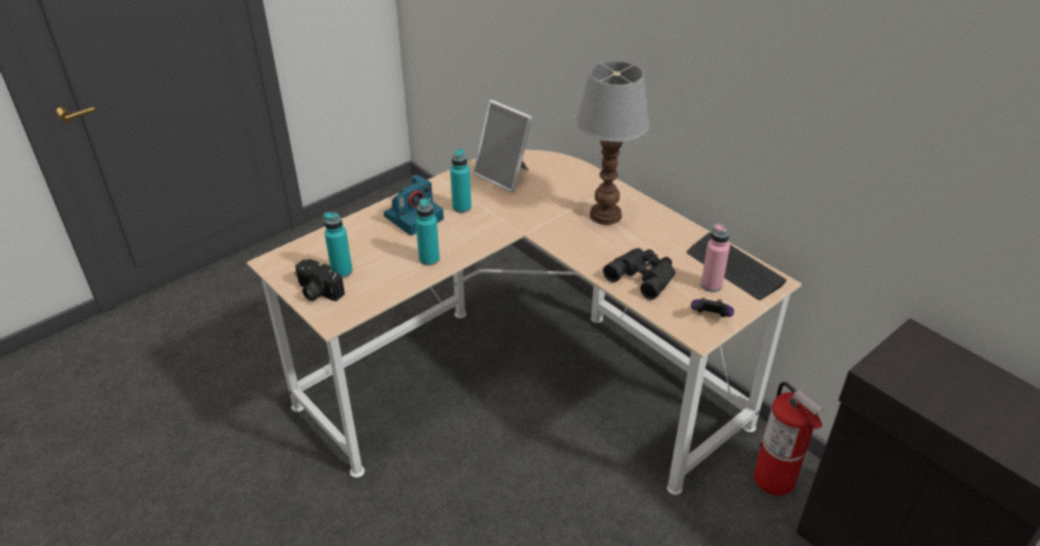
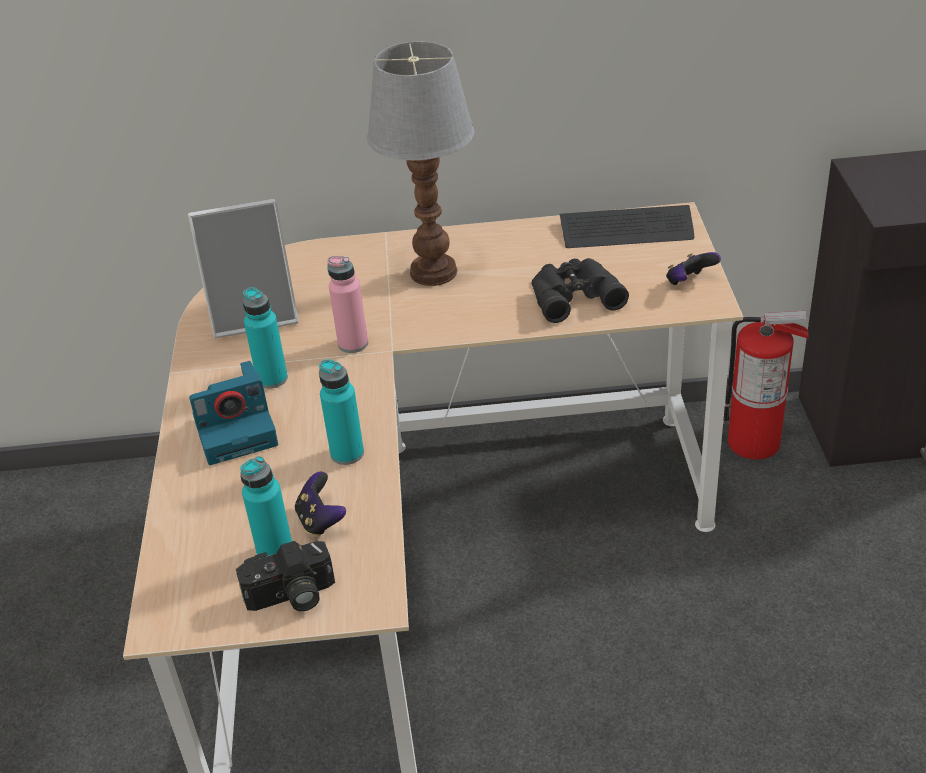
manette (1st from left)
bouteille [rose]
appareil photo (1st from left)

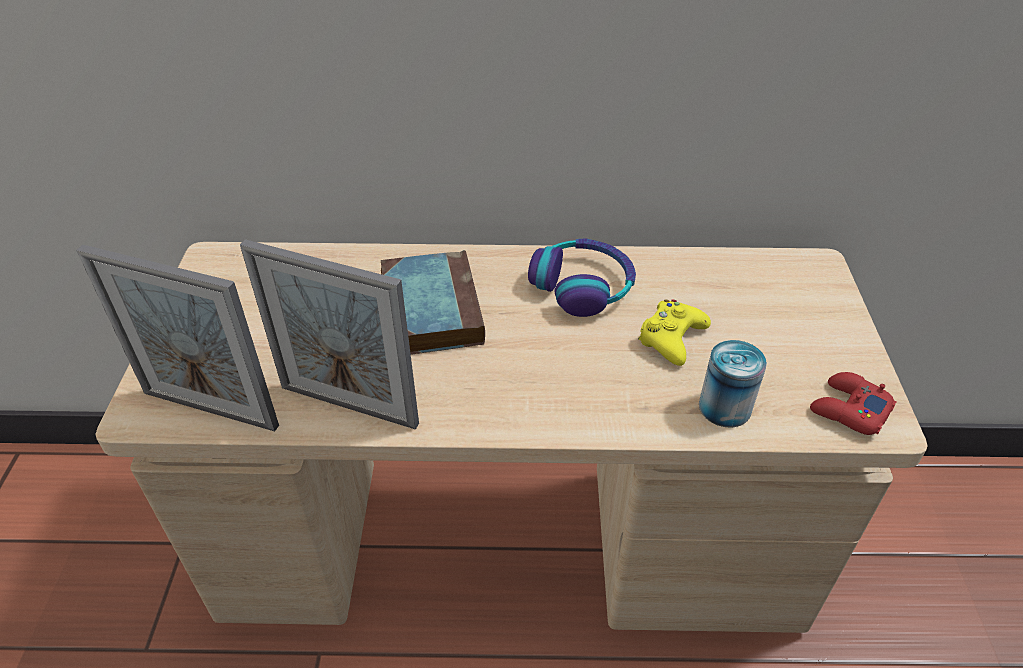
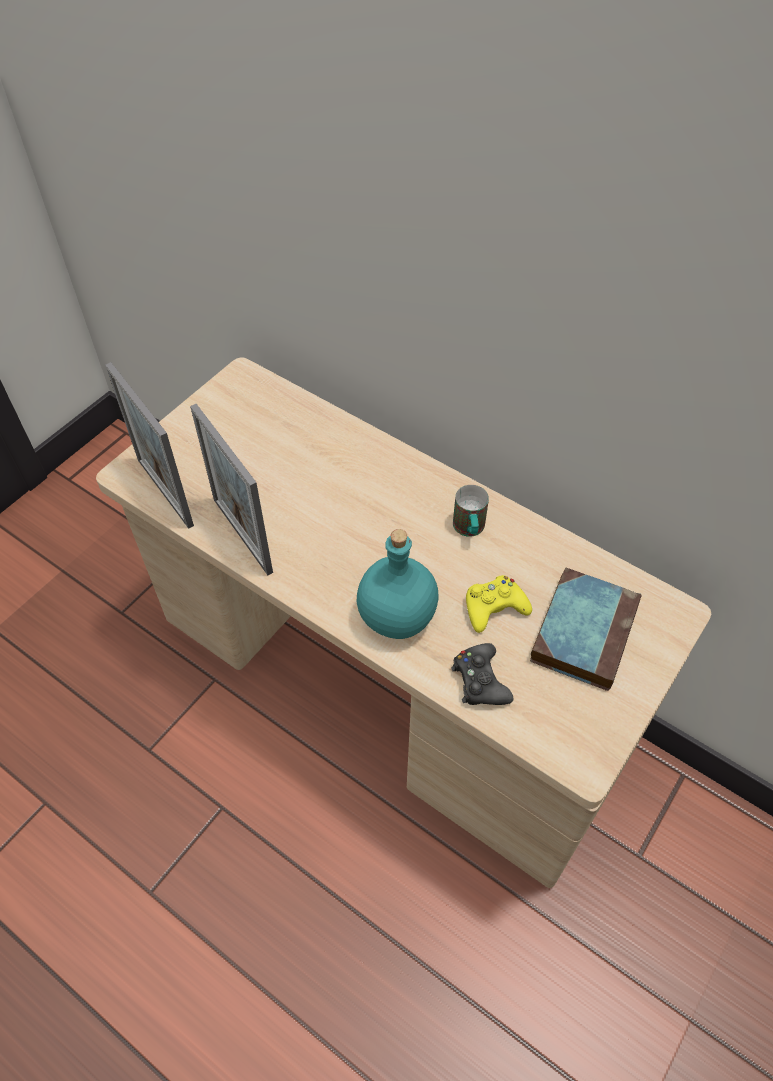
manette [rouge]
bouteille [turquoise]
livre
mug
manette [noir]

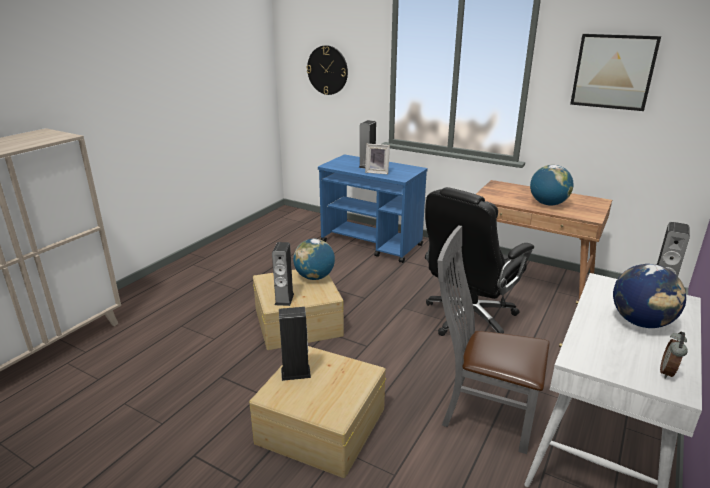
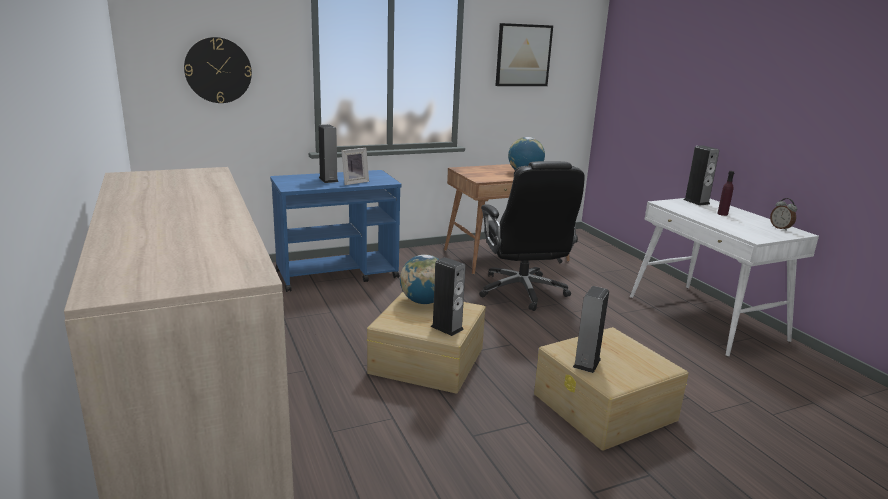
chaise [gris]
bouteille [violet]

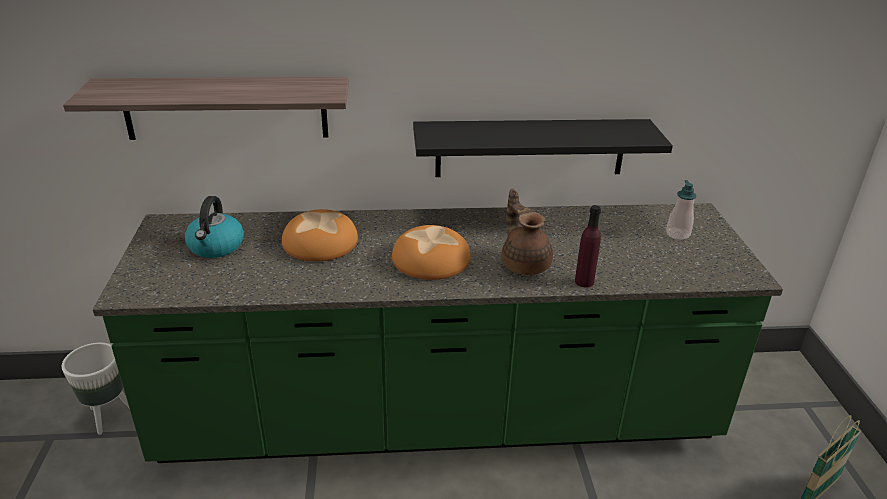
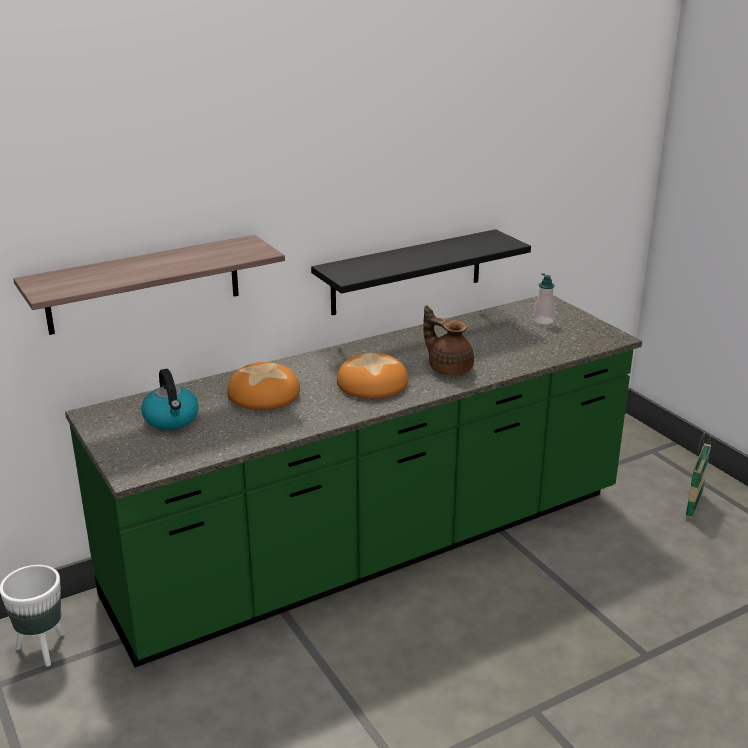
bouteille [violet]

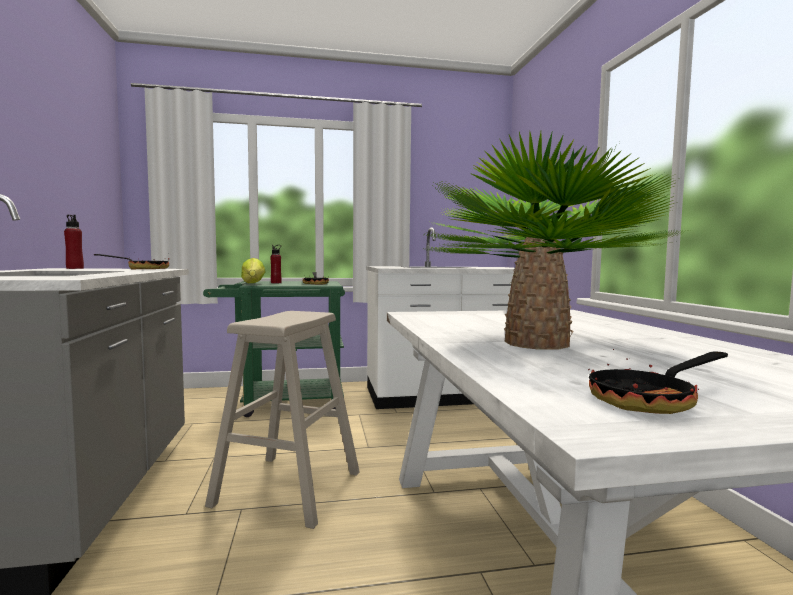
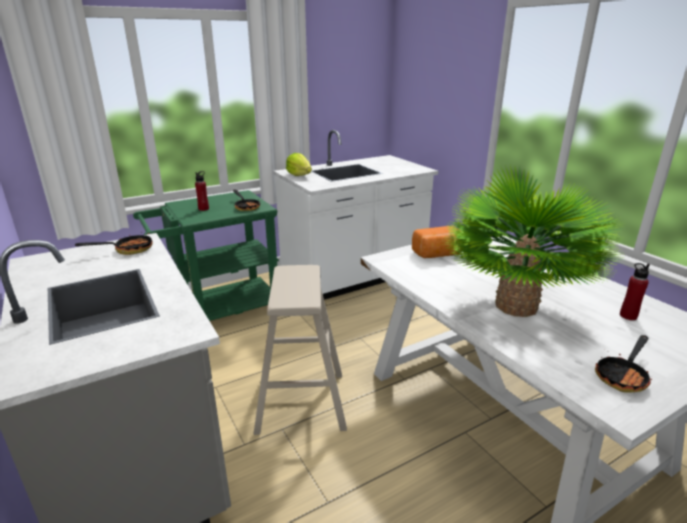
pain
bouteille [rouge] (2nd from left)
laitue

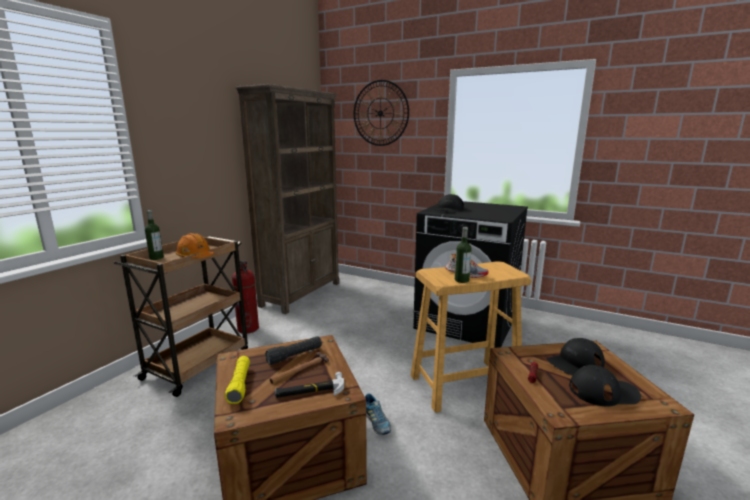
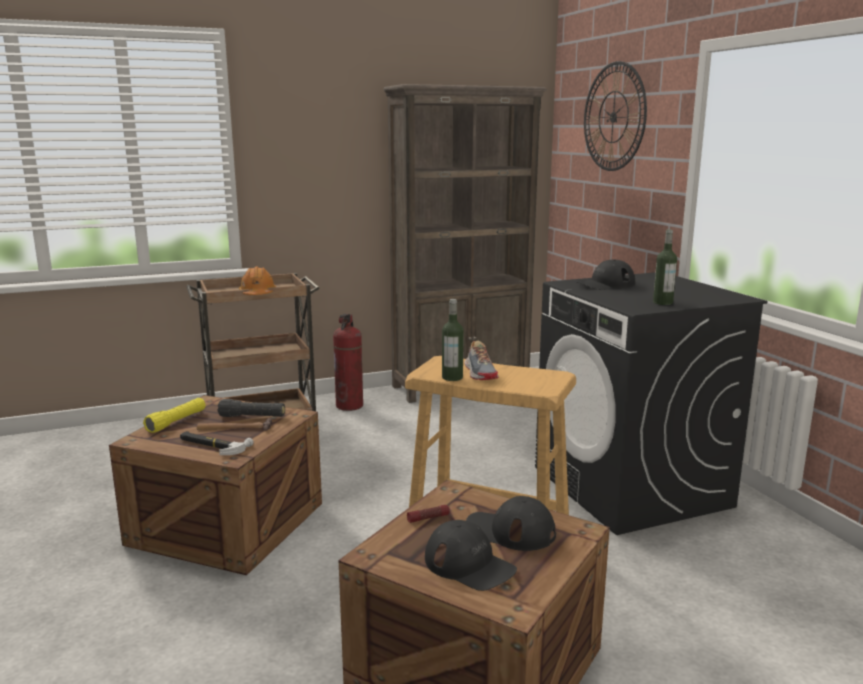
chaussure (1st from left in the first image)
bouteille (2nd from left)

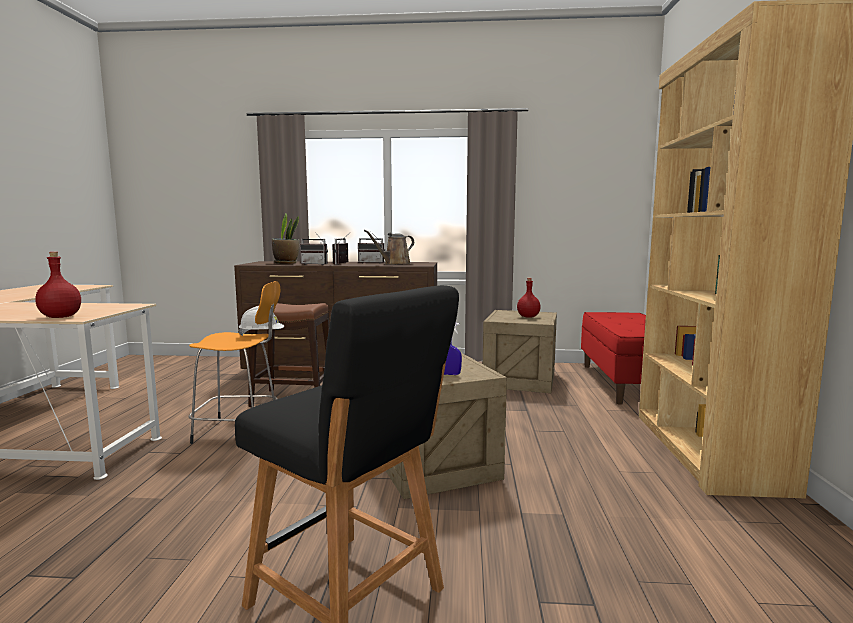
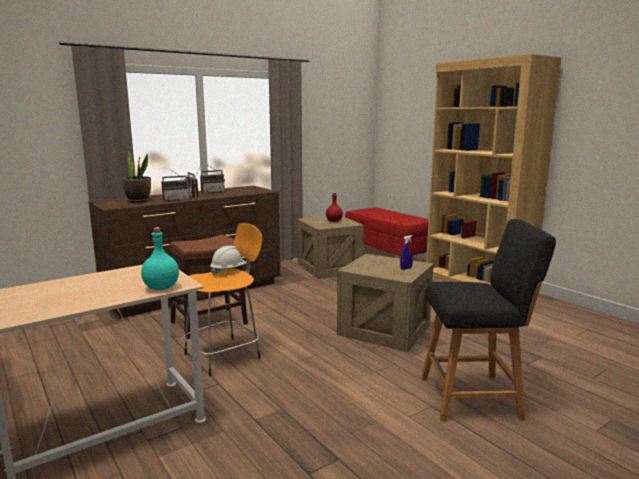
arrosoir [marron]
bouteille [turquoise]

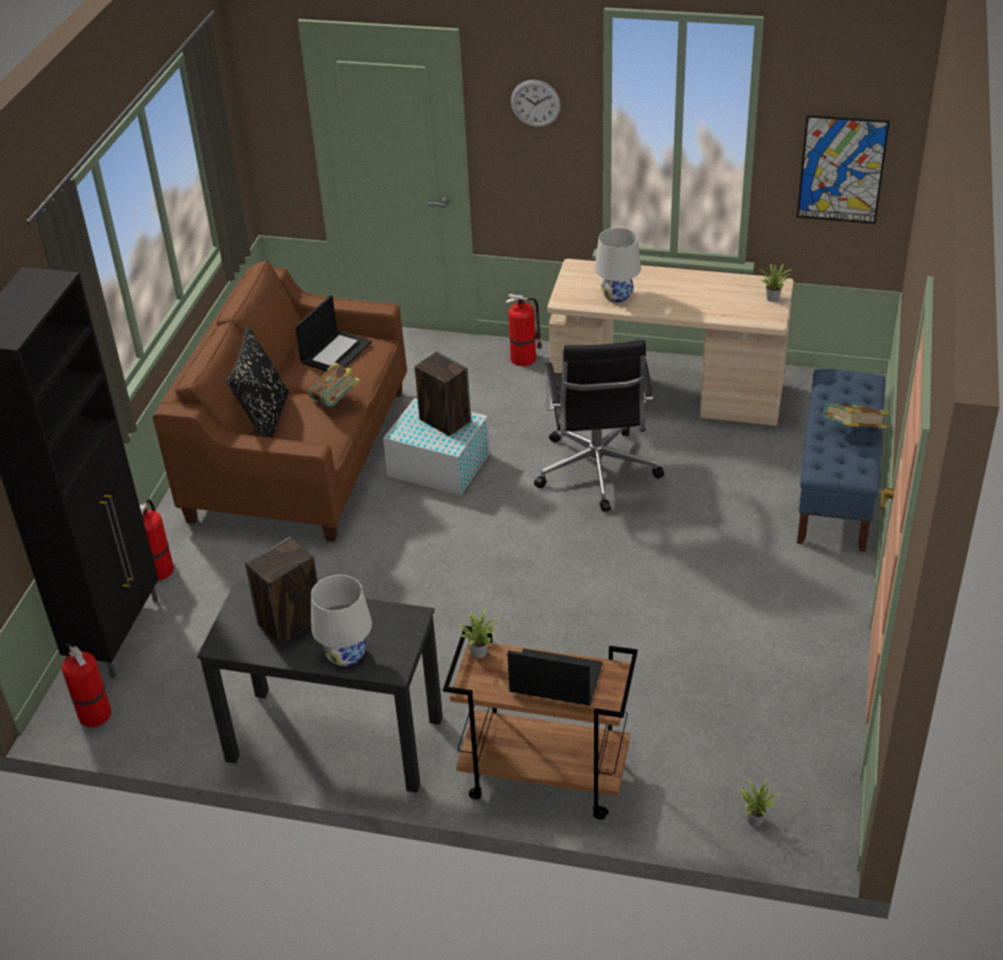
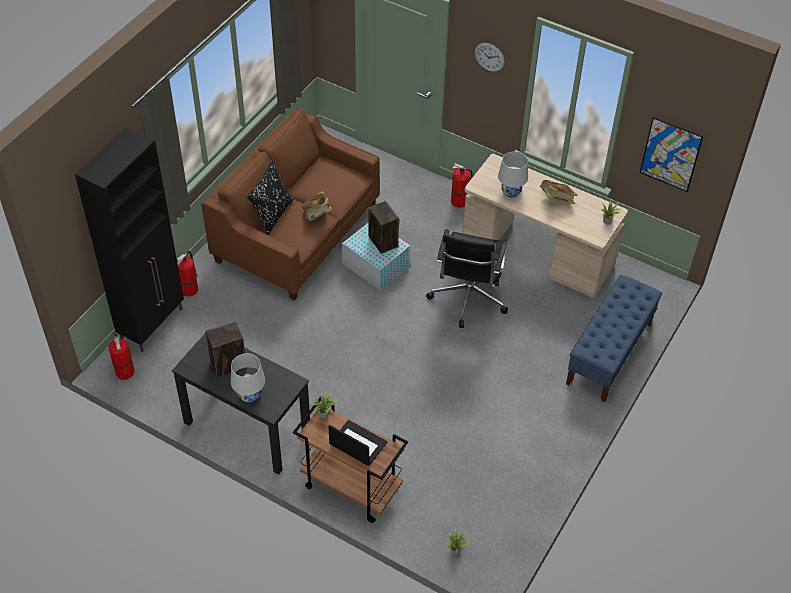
ordinateur portable (1st from left in the first image)
livre (2nd from left)

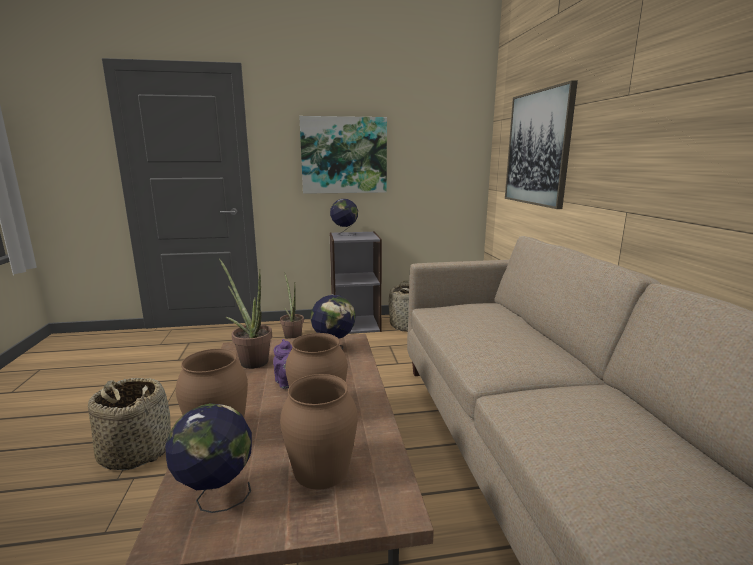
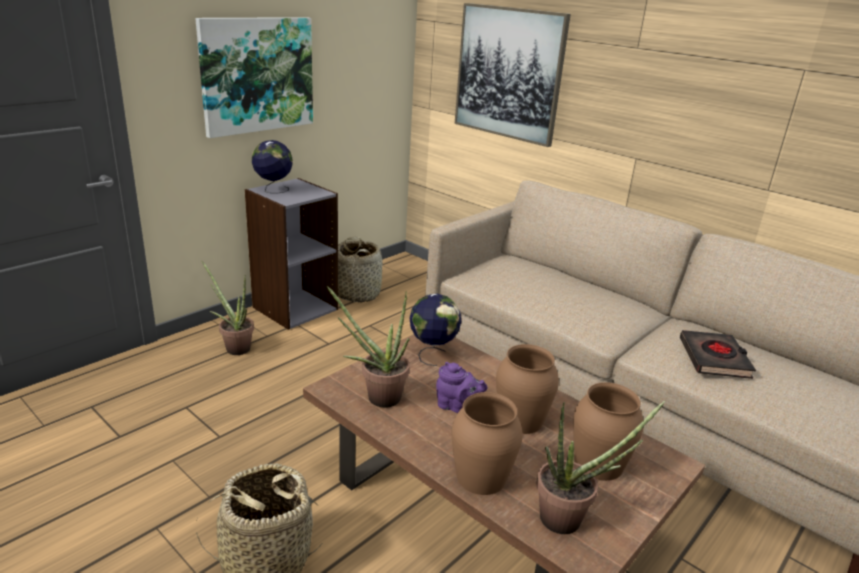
livre [noir]
plante en pot (3rd from left)

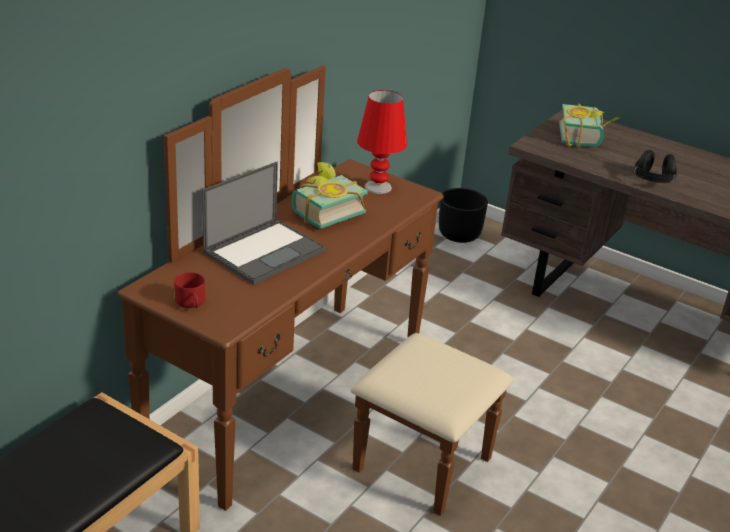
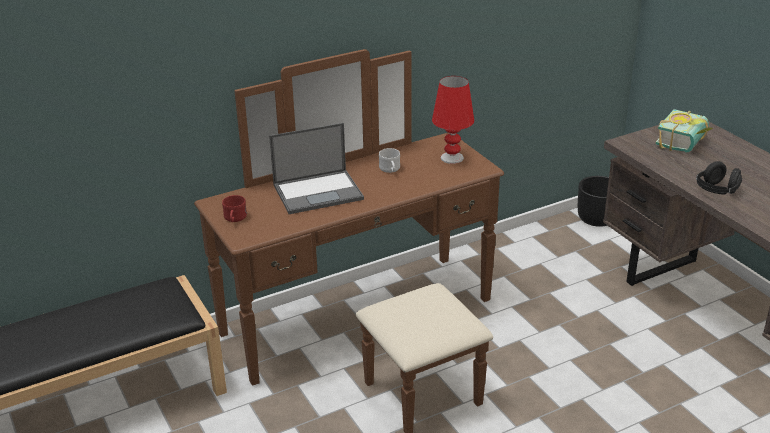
mug [blanc]

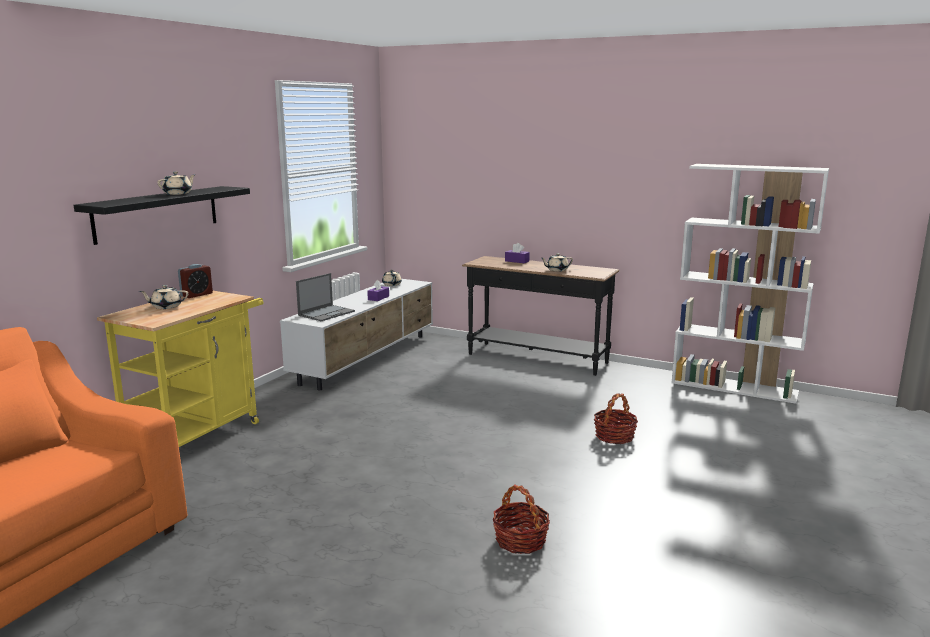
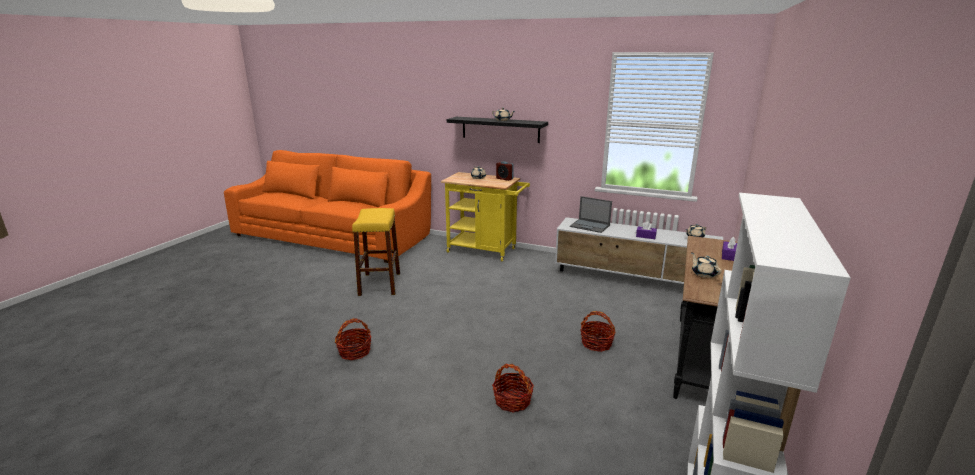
tabouret [jaune]
panier (3rd from left)

